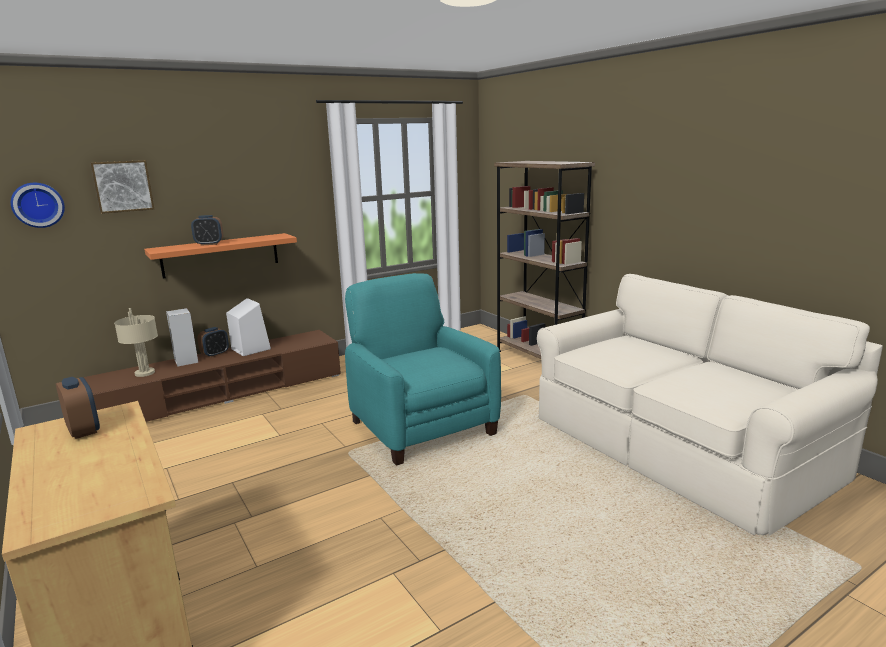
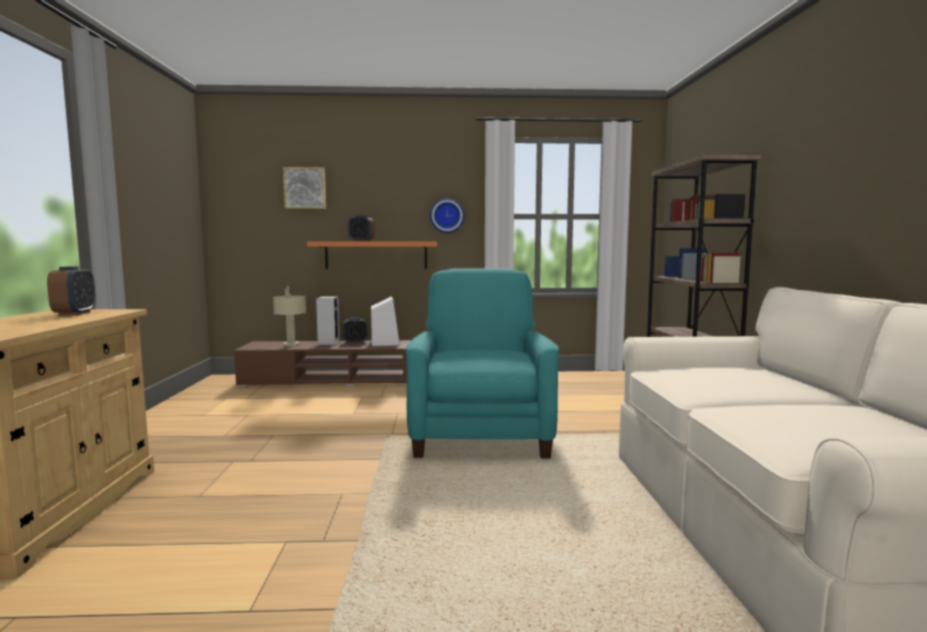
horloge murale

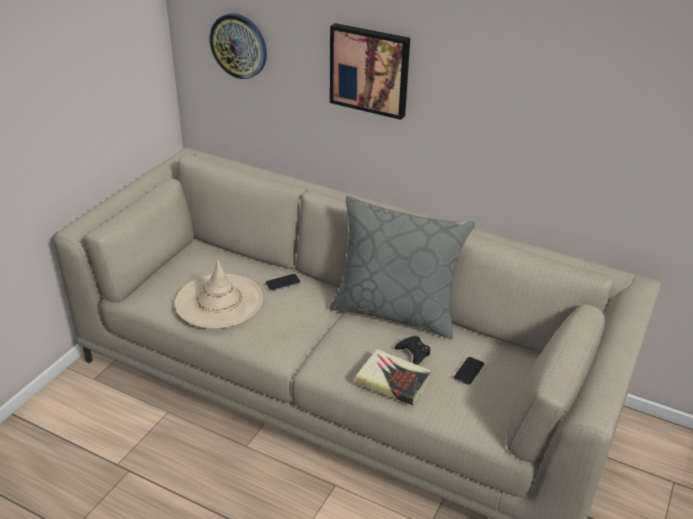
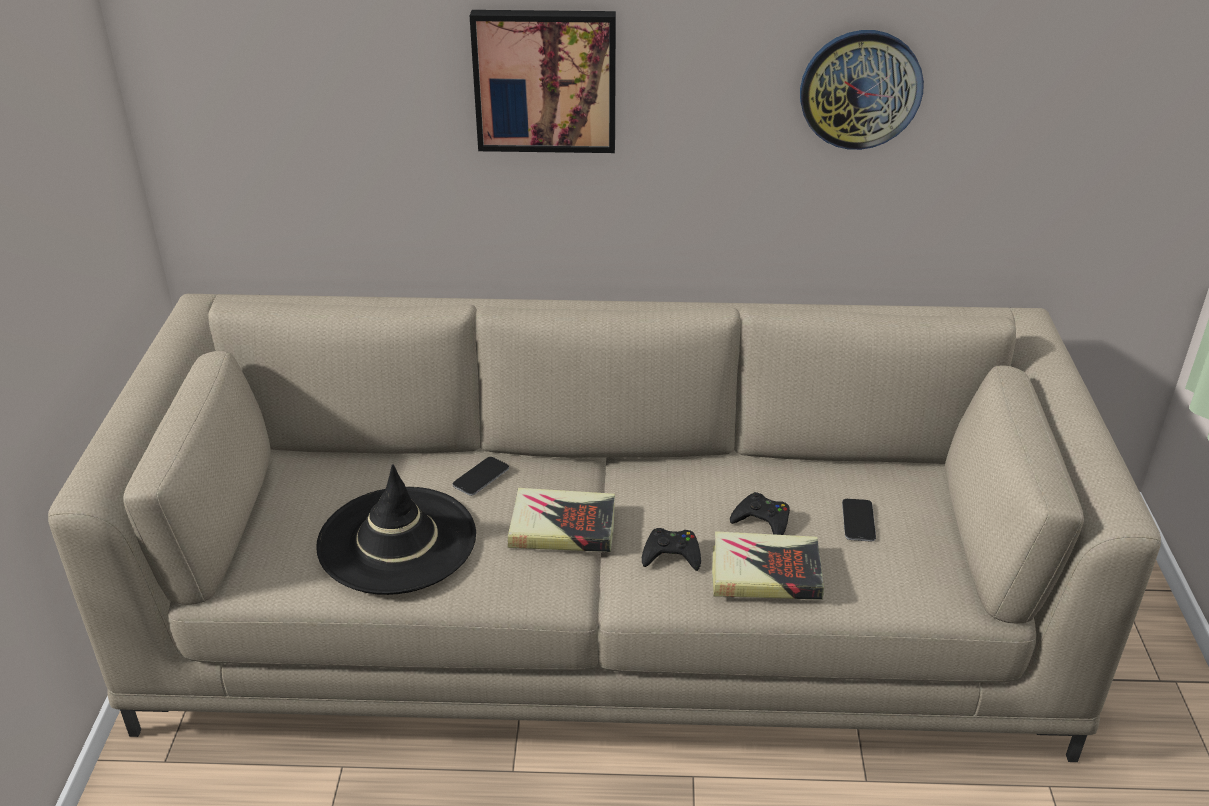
coussin [gris]
livre (1st from left)
manette [noir] (1st from left)
horloge murale
chapeau [noir]

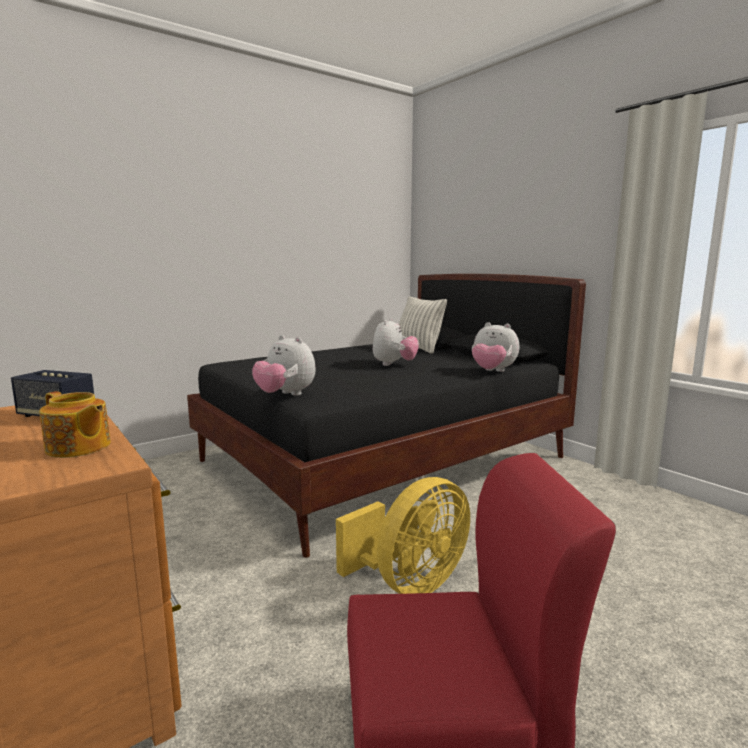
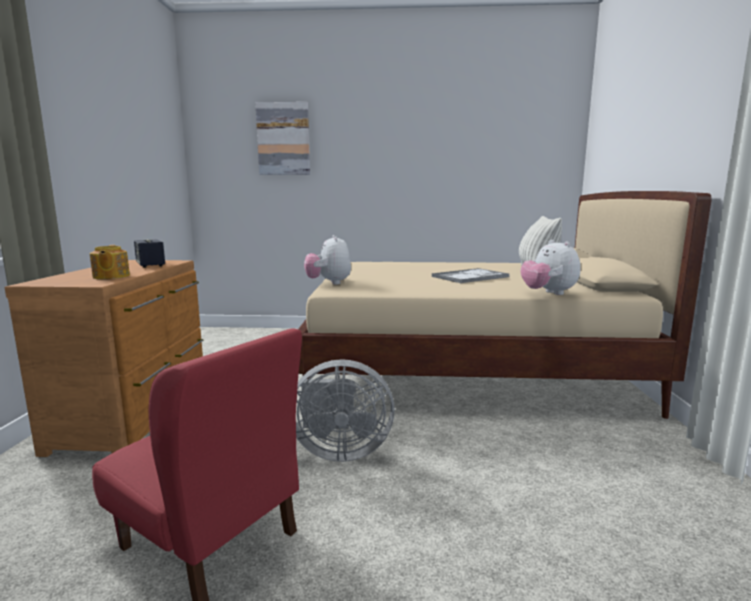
tableau
plateau
lit [beige]
ventilateur [gris]

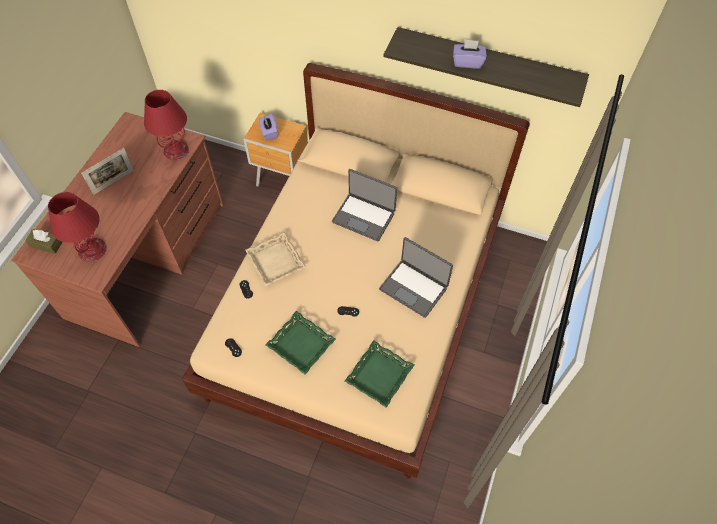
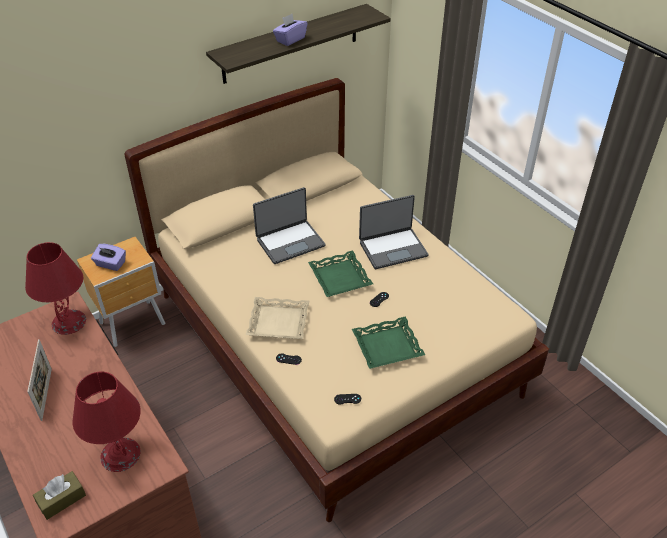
plateau [vert] (1st from left)

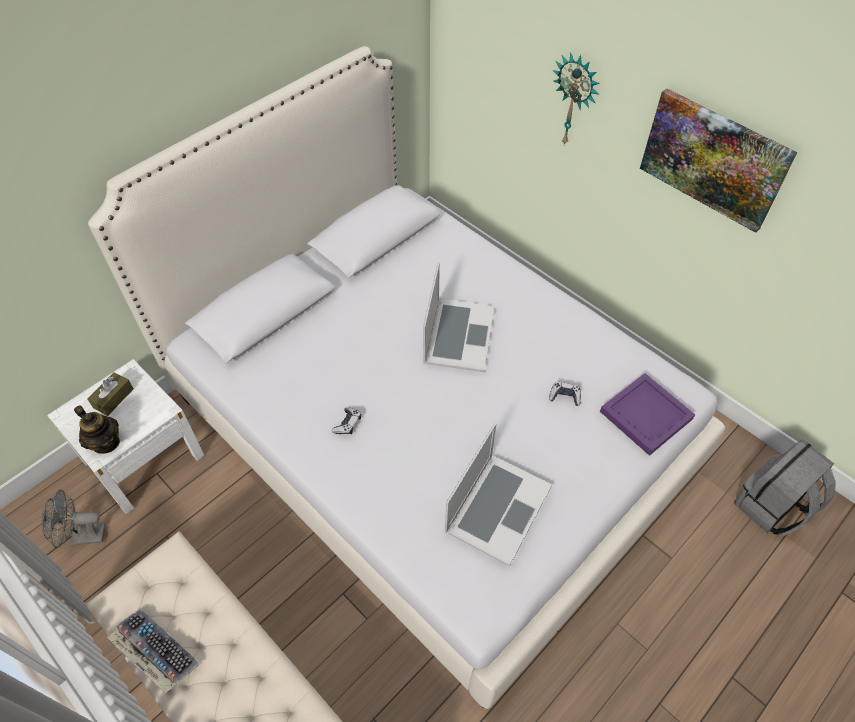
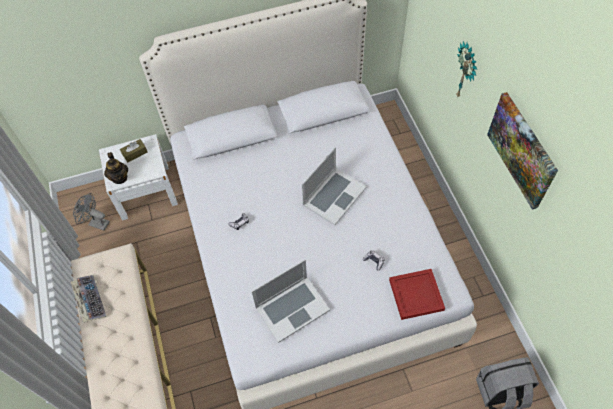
plateau [rouge]

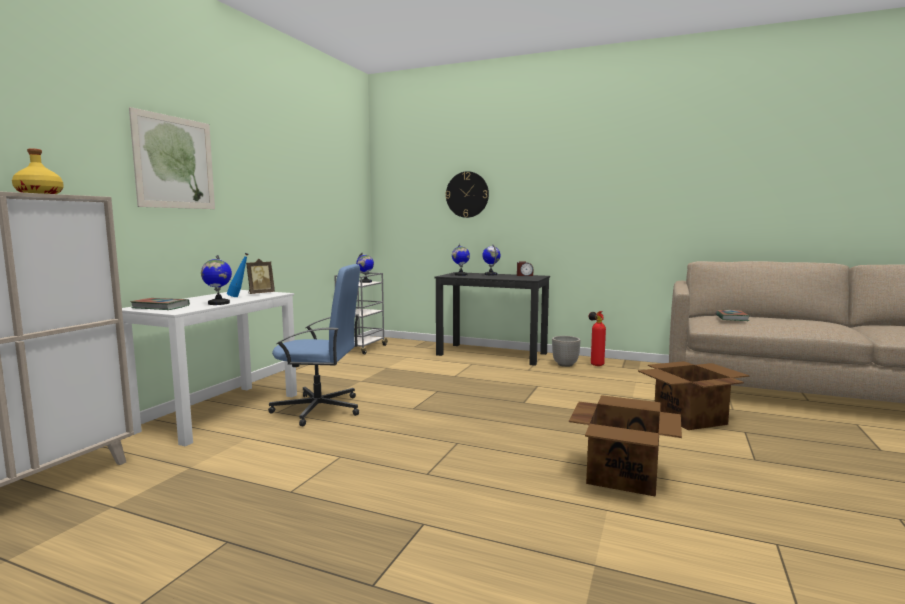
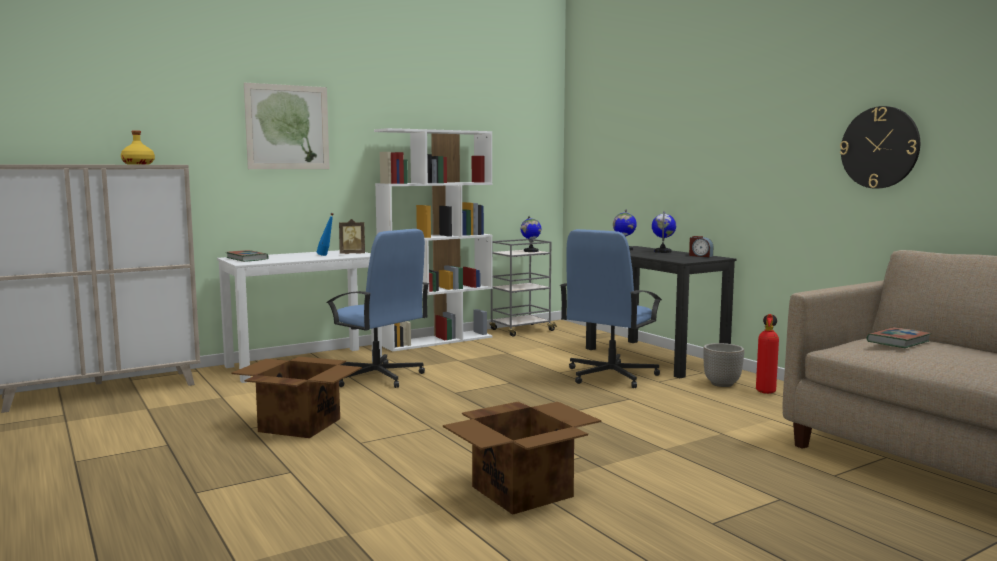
globe (1st from left in the first image)
bibliothèque [blanc]
chaise de bureau [bleu] (2nd from left)
horloge murale
carton (1st from left)

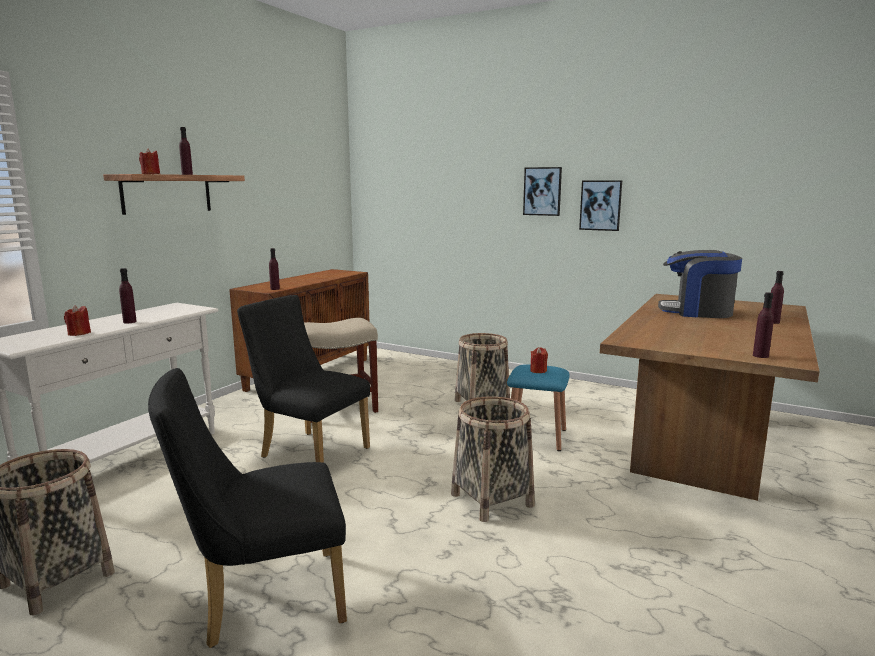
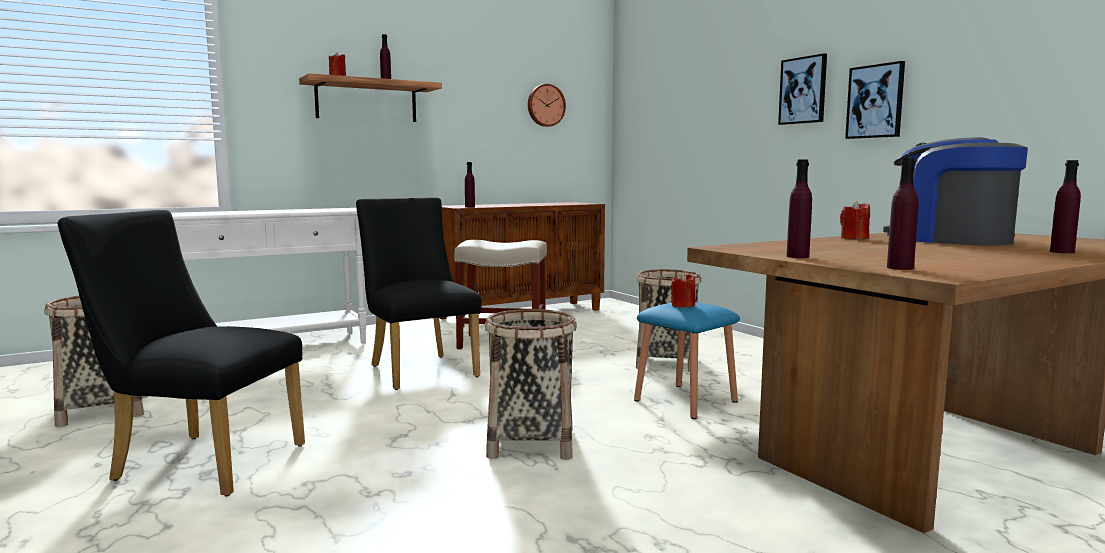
horloge murale
bougie [rouge] (3rd from left)
bouteille [violet] (3rd from left)

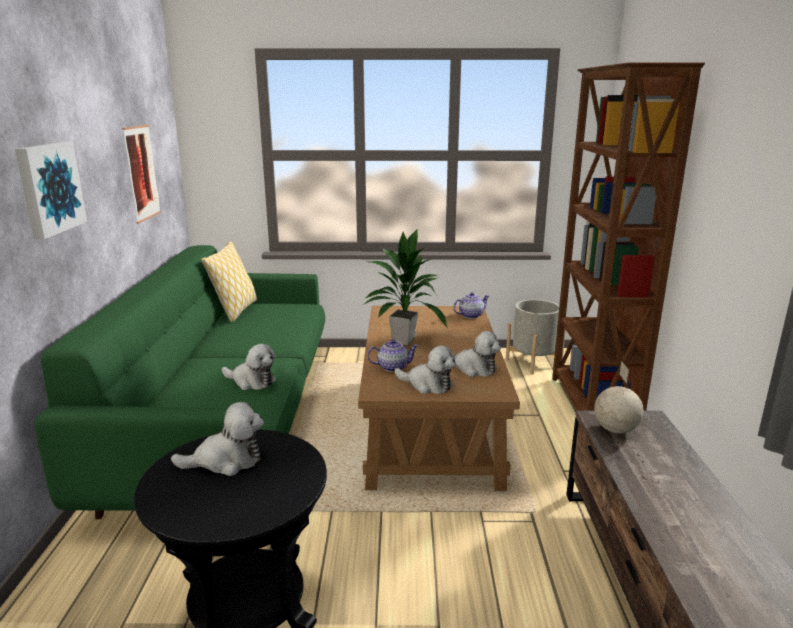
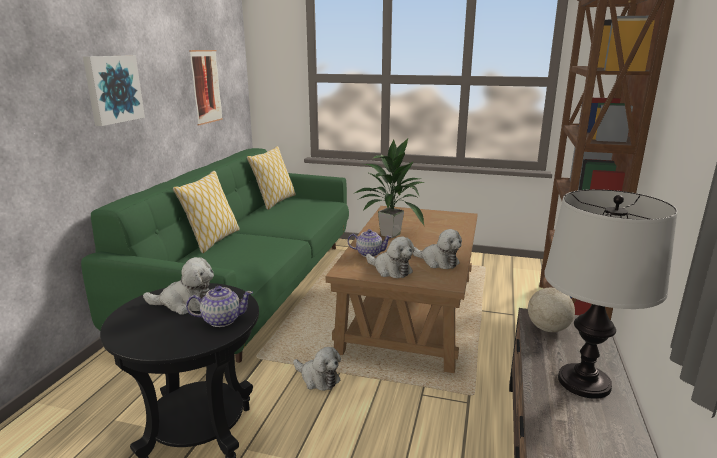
cache-pot [gris]
coussin (1st from left)
lampe de table
peluche (2nd from left)
théière (1st from left)

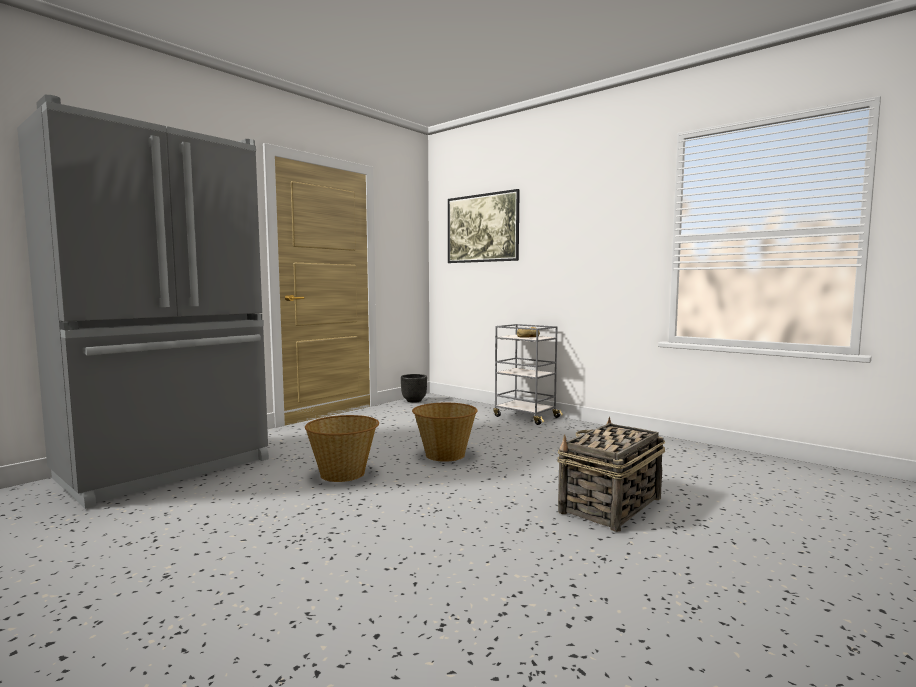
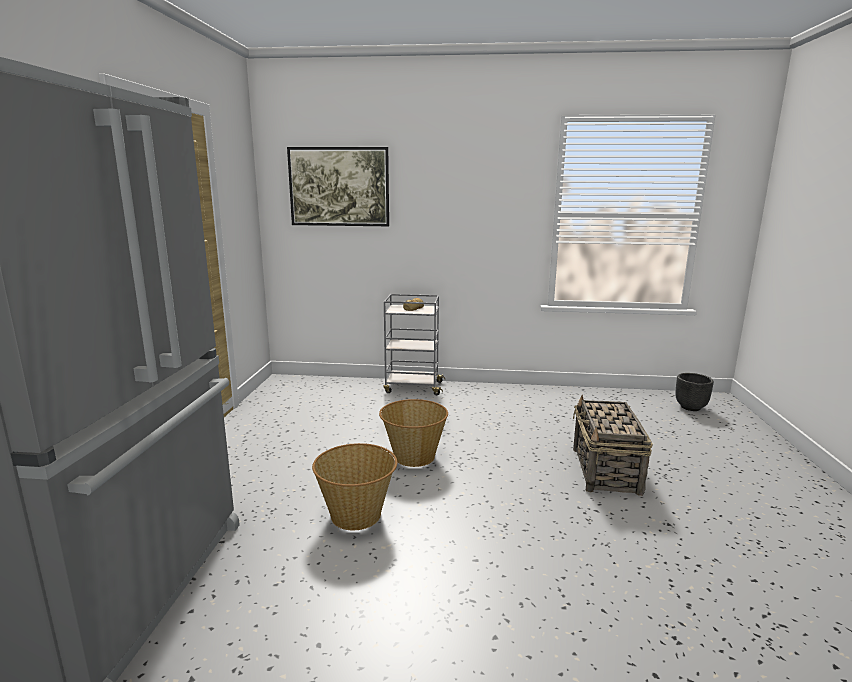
cache-pot [noir]

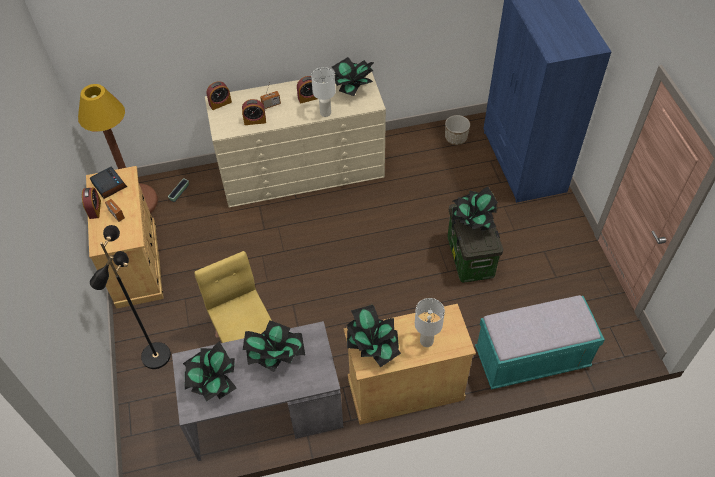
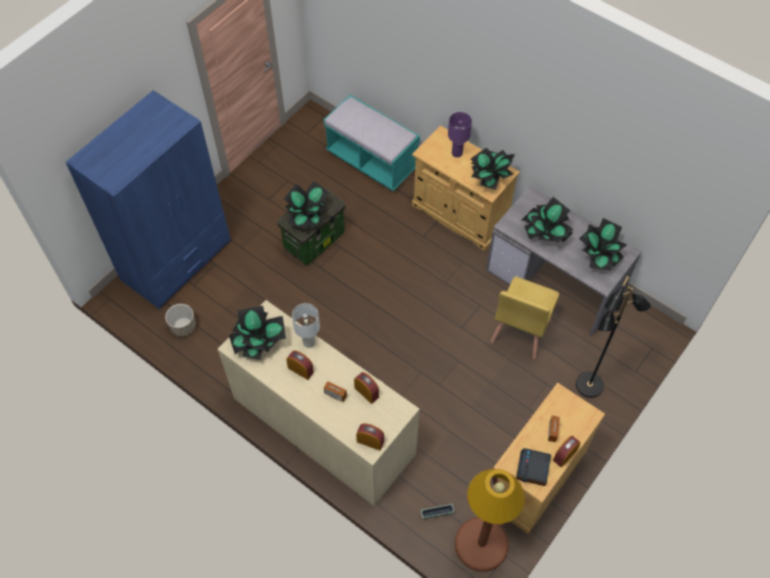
lampe de table [violet]

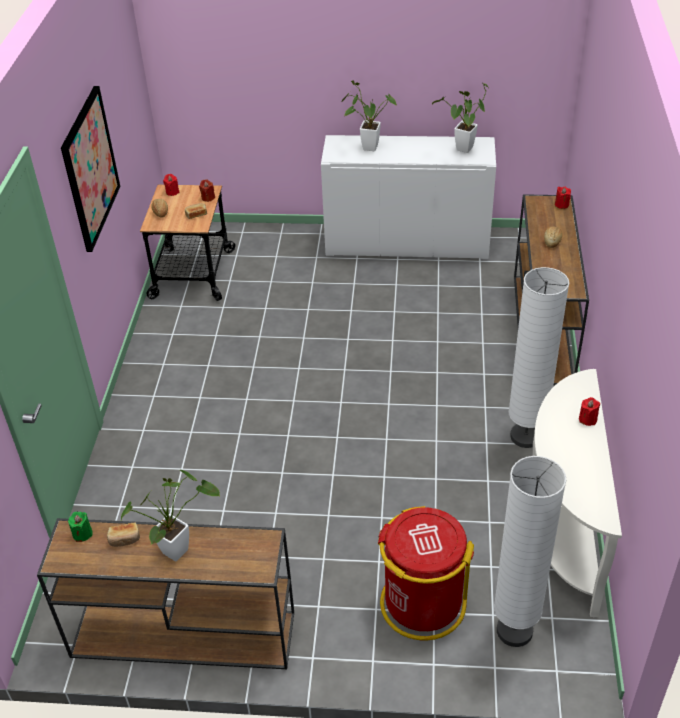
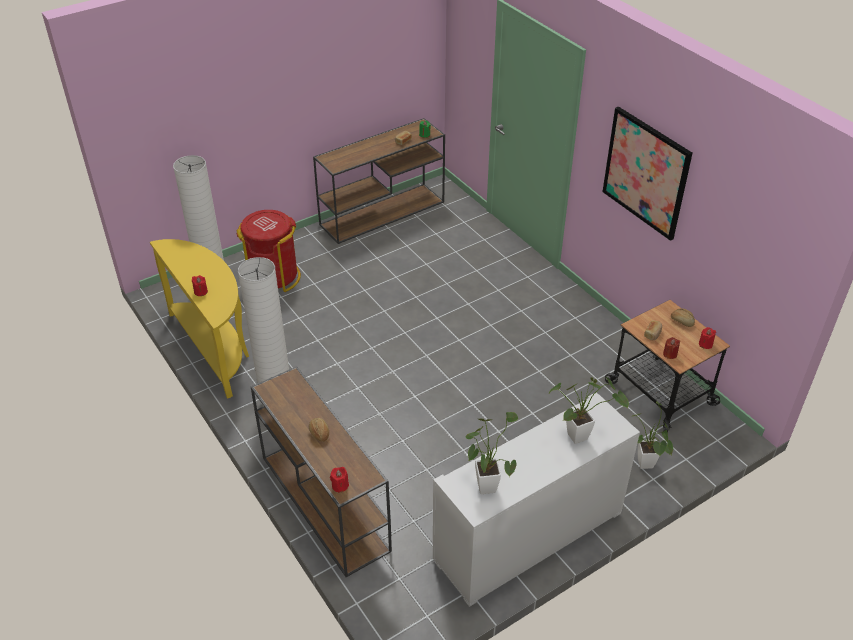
plante en pot (3rd from left)
table console [jaune]

